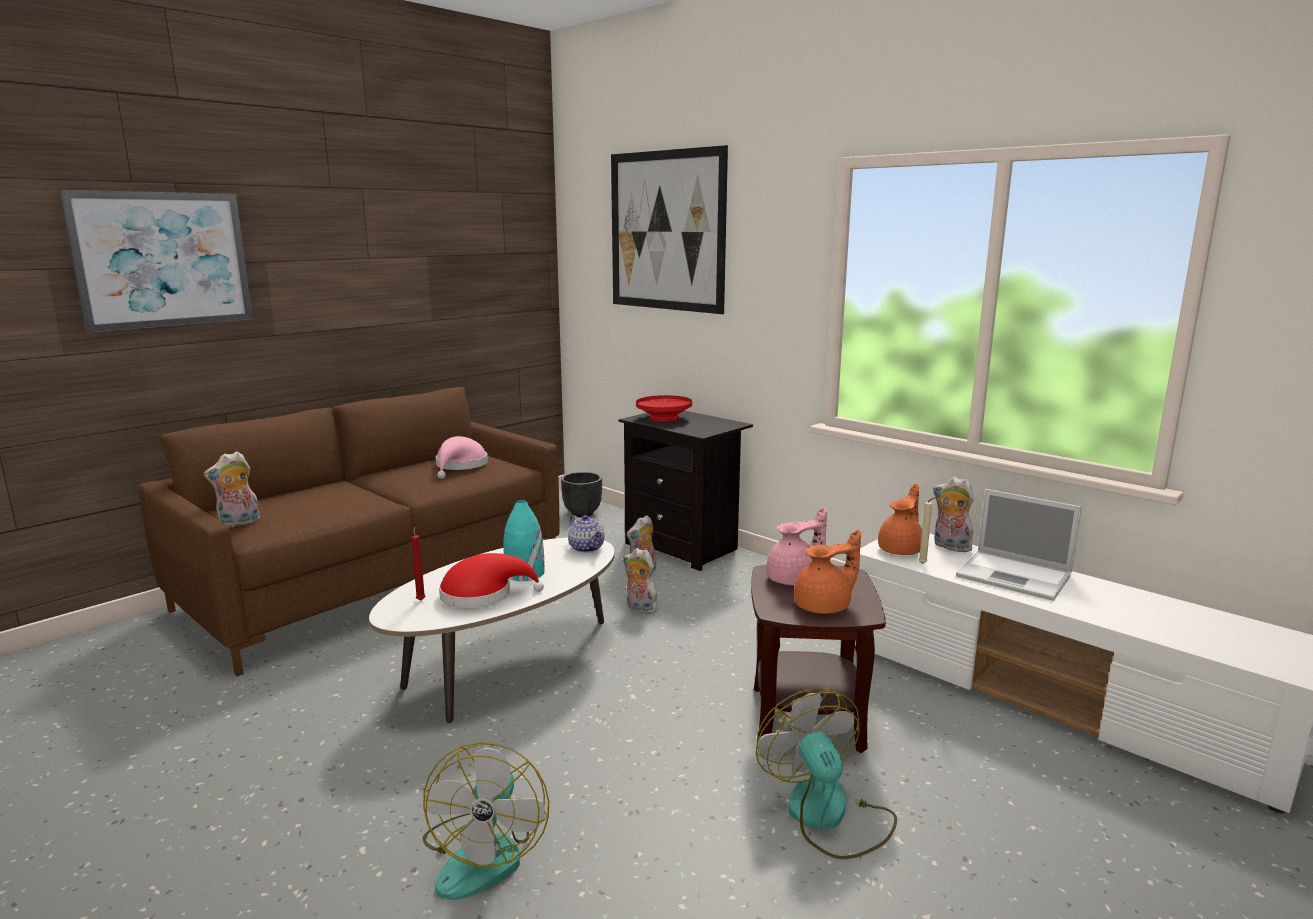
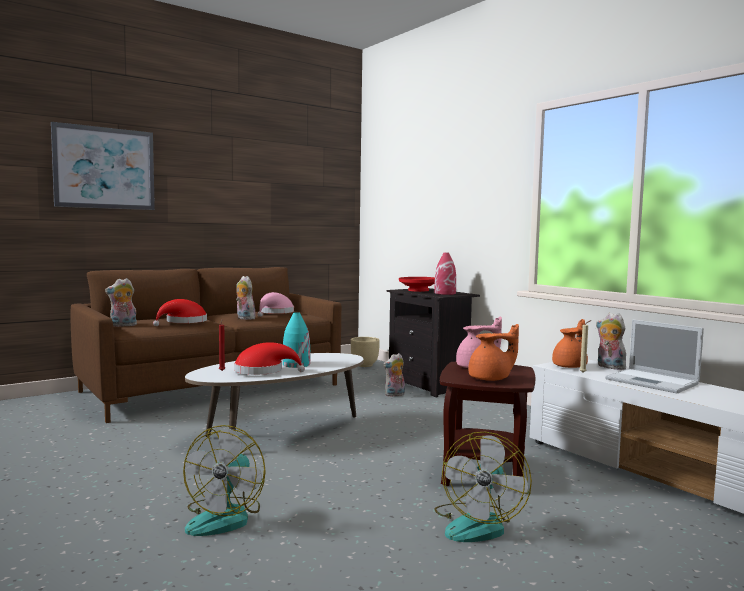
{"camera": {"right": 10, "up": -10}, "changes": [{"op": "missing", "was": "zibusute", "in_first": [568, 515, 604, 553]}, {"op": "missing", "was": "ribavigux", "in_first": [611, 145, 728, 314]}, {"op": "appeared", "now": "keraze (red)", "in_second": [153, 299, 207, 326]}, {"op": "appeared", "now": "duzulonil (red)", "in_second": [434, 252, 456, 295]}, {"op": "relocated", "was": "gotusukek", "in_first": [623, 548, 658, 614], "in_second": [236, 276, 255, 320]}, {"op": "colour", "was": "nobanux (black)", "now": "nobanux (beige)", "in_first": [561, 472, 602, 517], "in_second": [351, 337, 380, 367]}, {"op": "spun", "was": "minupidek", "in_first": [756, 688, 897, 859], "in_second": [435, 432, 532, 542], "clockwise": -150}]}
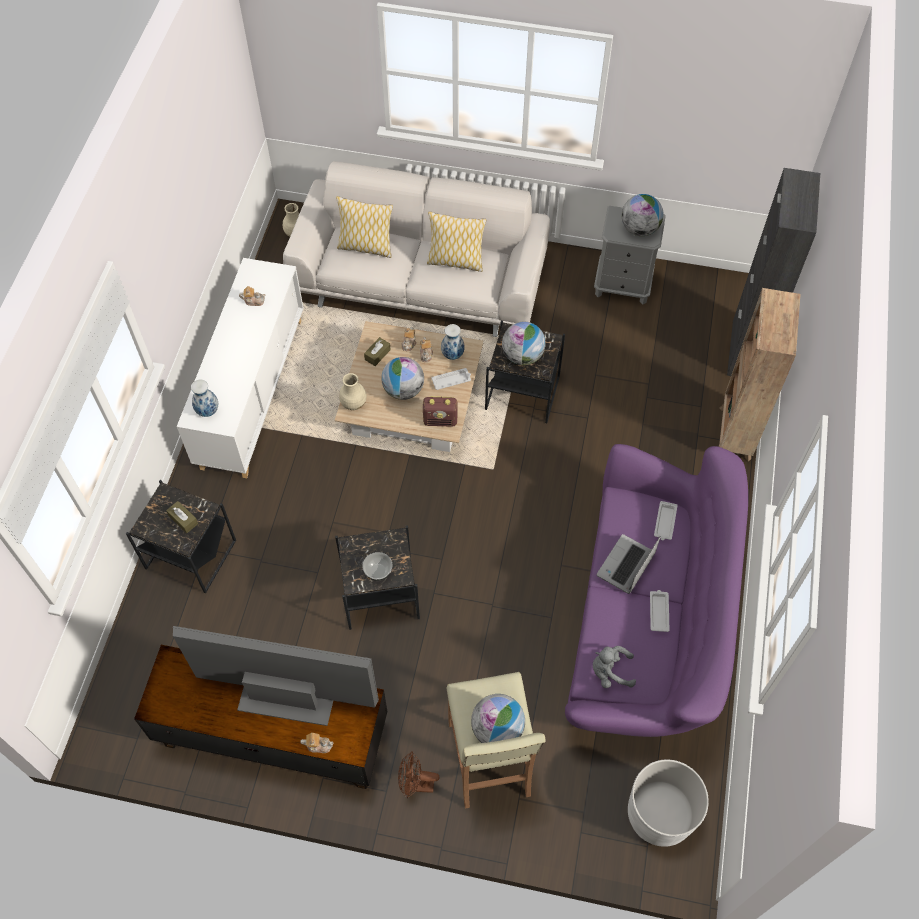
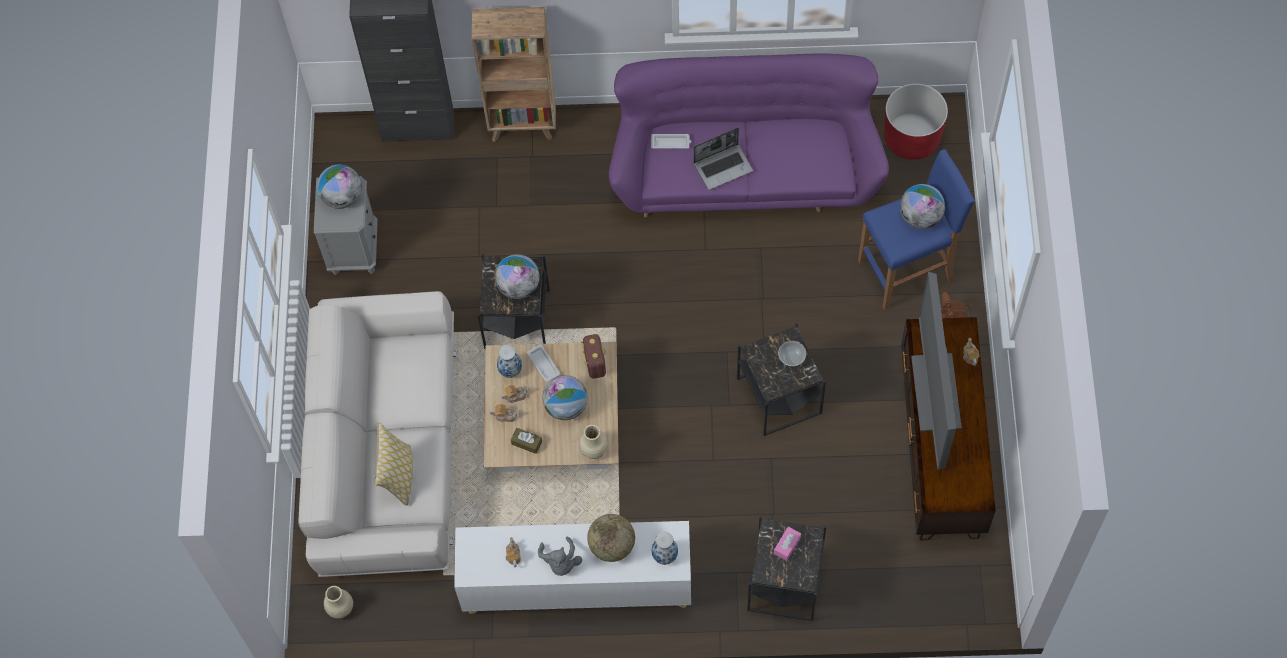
{"camera": {"right": -100, "up": 5}, "changes": [{"op": "missing", "was": "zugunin", "in_first": [427, 211, 486, 272]}, {"op": "missing", "was": "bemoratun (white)", "in_first": [650, 590, 670, 632]}, {"op": "appeared", "now": "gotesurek", "in_second": [587, 514, 635, 562]}, {"op": "relocated", "was": "gotusukek (grey)", "in_first": [593, 646, 636, 688], "in_second": [538, 537, 582, 576]}, {"op": "colour", "was": "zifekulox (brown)", "now": "zifekulox (pink)", "in_first": [166, 501, 198, 533], "in_second": [774, 527, 801, 561]}, {"op": "colour", "was": "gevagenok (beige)", "now": "gevagenok (blue)", "in_first": [447, 672, 545, 808], "in_second": [858, 149, 975, 310]}, {"op": "colour", "was": "nobanux (white)", "now": "nobanux (red)", "in_first": [628, 759, 709, 847], "in_second": [884, 83, 948, 160]}, {"op": "spun", "was": "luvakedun", "in_first": [597, 534, 661, 594], "in_second": [693, 128, 753, 190], "clockwise": -45}]}
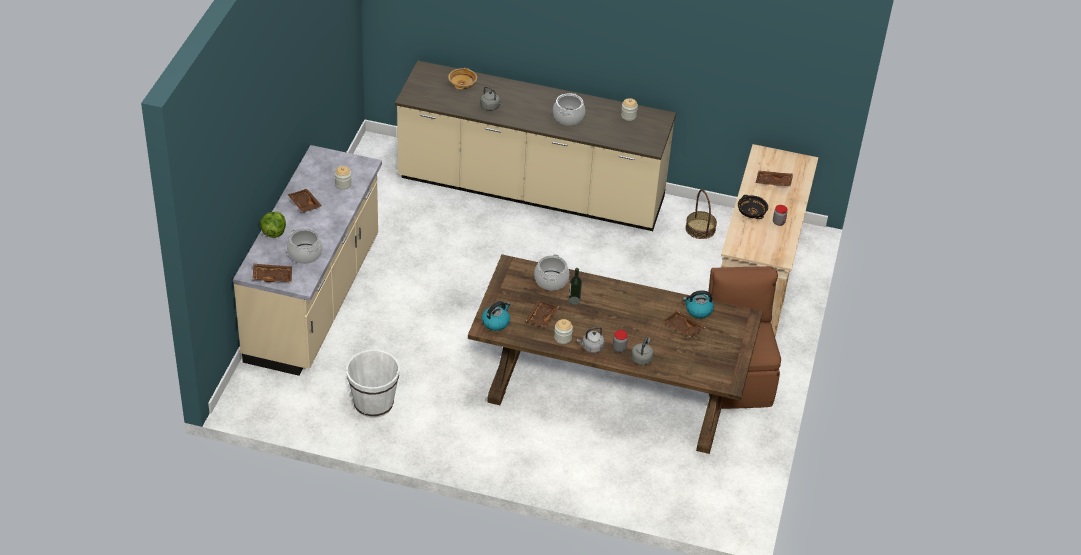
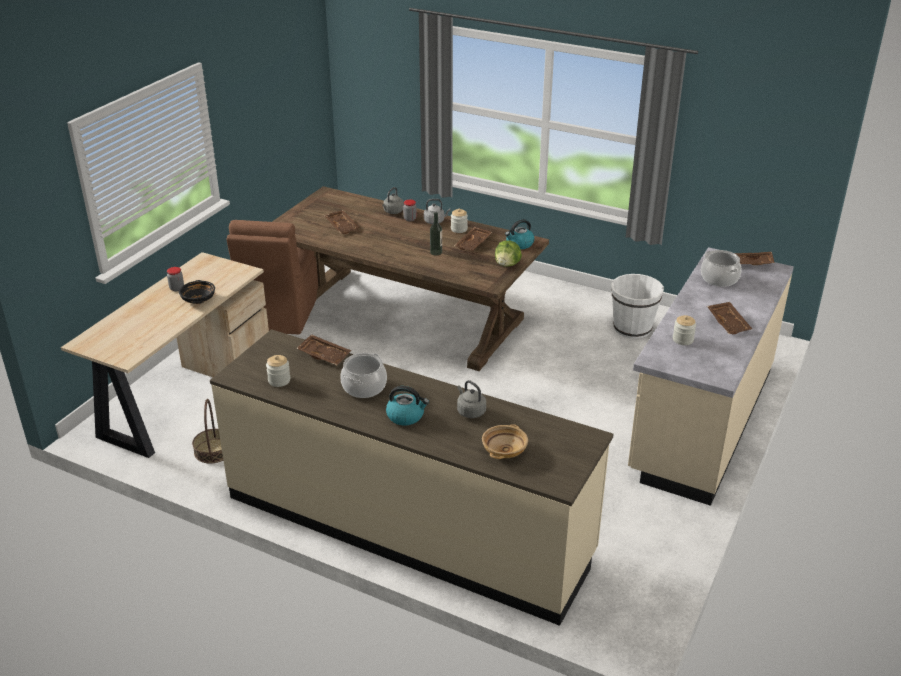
{"camera": {"right": -165, "up": -10}, "changes": [{"op": "missing", "was": "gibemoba", "in_first": [534, 254, 569, 291]}, {"op": "relocated", "was": "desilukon", "in_first": [260, 212, 286, 238], "in_second": [495, 240, 522, 267]}, {"op": "relocated", "was": "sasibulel", "in_first": [683, 290, 714, 318], "in_second": [386, 386, 429, 426]}, {"op": "relocated", "was": "bemoratun (brown)", "in_first": [756, 171, 793, 186], "in_second": [296, 334, 351, 365]}]}
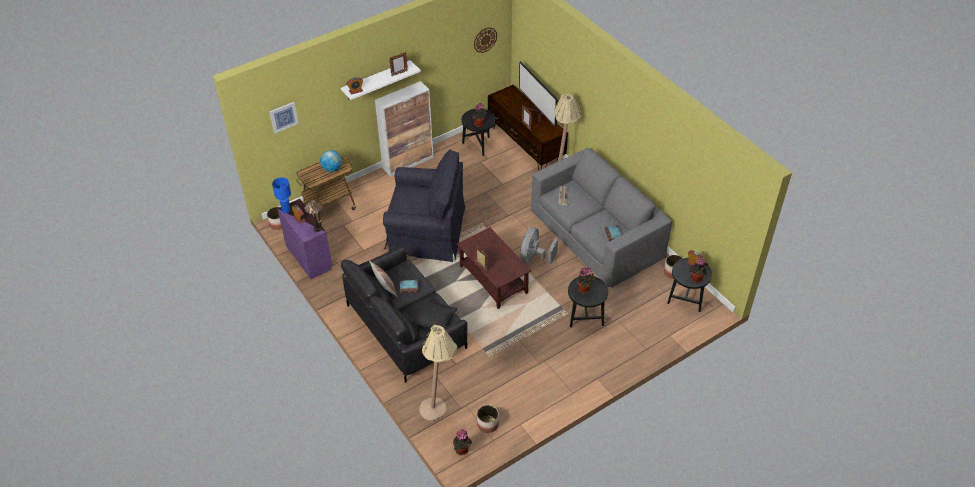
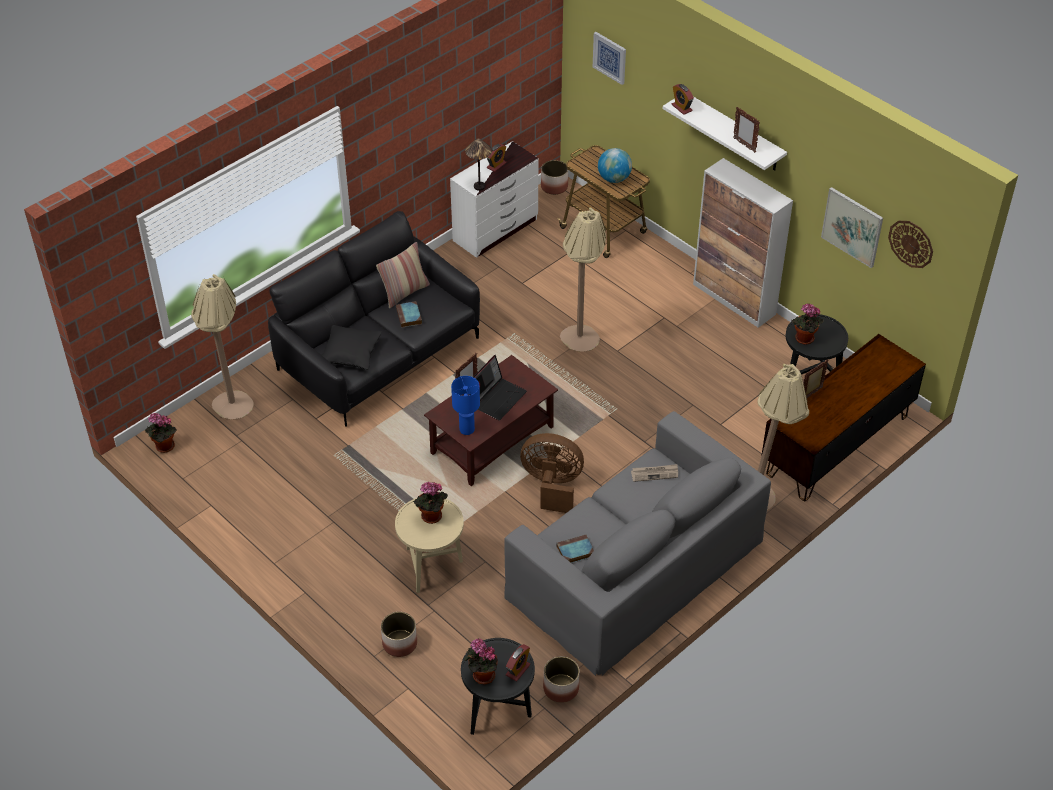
{"camera": {"right": 80, "up": 0}, "changes": [{"op": "missing", "was": "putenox", "in_first": [519, 61, 558, 127]}, {"op": "appeared", "now": "luvakedun", "in_second": [473, 355, 527, 420]}, {"op": "appeared", "now": "ribavigux", "in_second": [821, 187, 883, 268]}, {"op": "relocated", "was": "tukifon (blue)", "in_first": [272, 177, 291, 213], "in_second": [451, 376, 480, 435]}, {"op": "relocated", "was": "nobanux", "in_first": [477, 405, 499, 433], "in_second": [381, 612, 417, 657]}, {"op": "exchanged", "was": "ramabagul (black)", "now": "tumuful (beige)", "in_first": [383, 149, 465, 262], "in_second": [560, 207, 606, 352]}, {"op": "colour", "was": "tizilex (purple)", "now": "tizilex (white)", "in_first": [278, 199, 332, 279], "in_second": [450, 141, 538, 258]}, {"op": "colour", "was": "minupidek (grey)", "now": "minupidek (brown)", "in_first": [520, 227, 558, 264], "in_second": [520, 433, 584, 513]}, {"op": "colour", "was": "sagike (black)", "now": "sagike (beige)", "in_first": [568, 277, 608, 328], "in_second": [395, 498, 464, 593]}]}
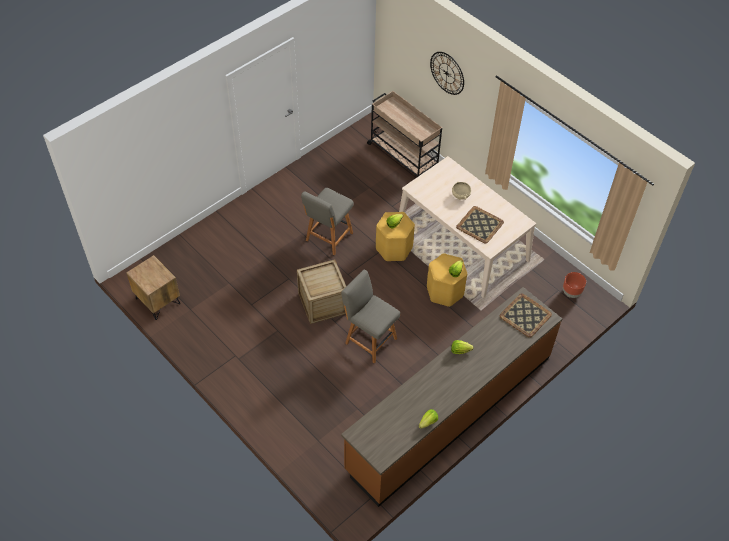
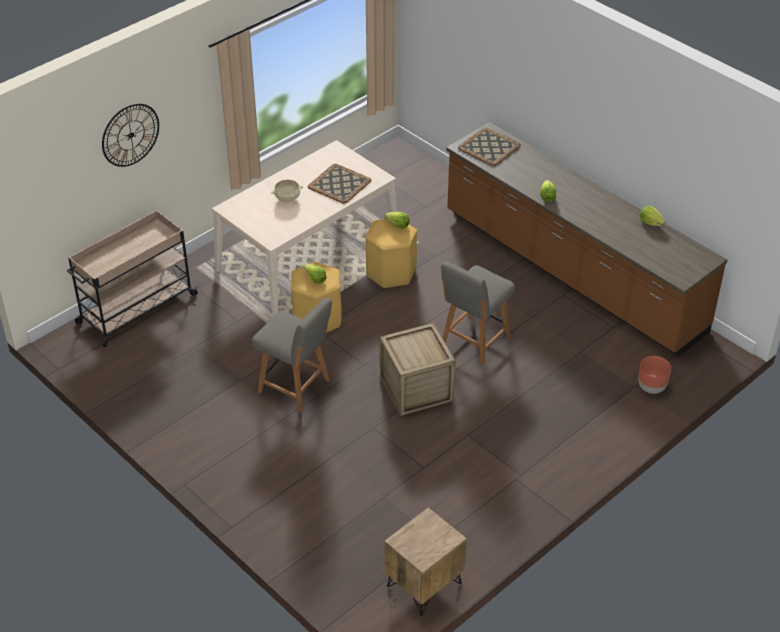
{"camera": {"right": -90, "up": -10}, "changes": [{"op": "relocated", "was": "nobanux (brown)", "in_first": [563, 272, 586, 298], "in_second": [638, 356, 671, 394]}]}
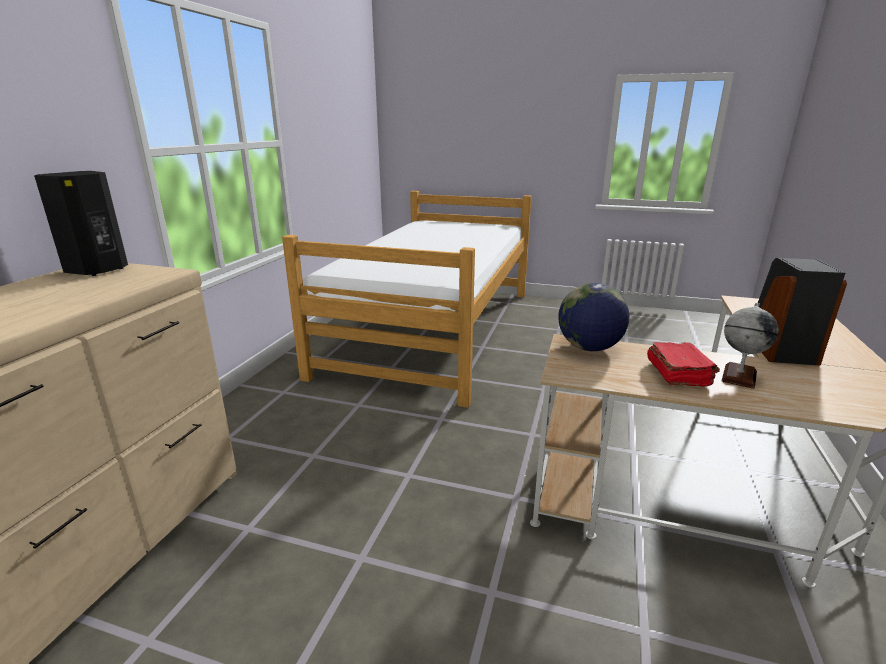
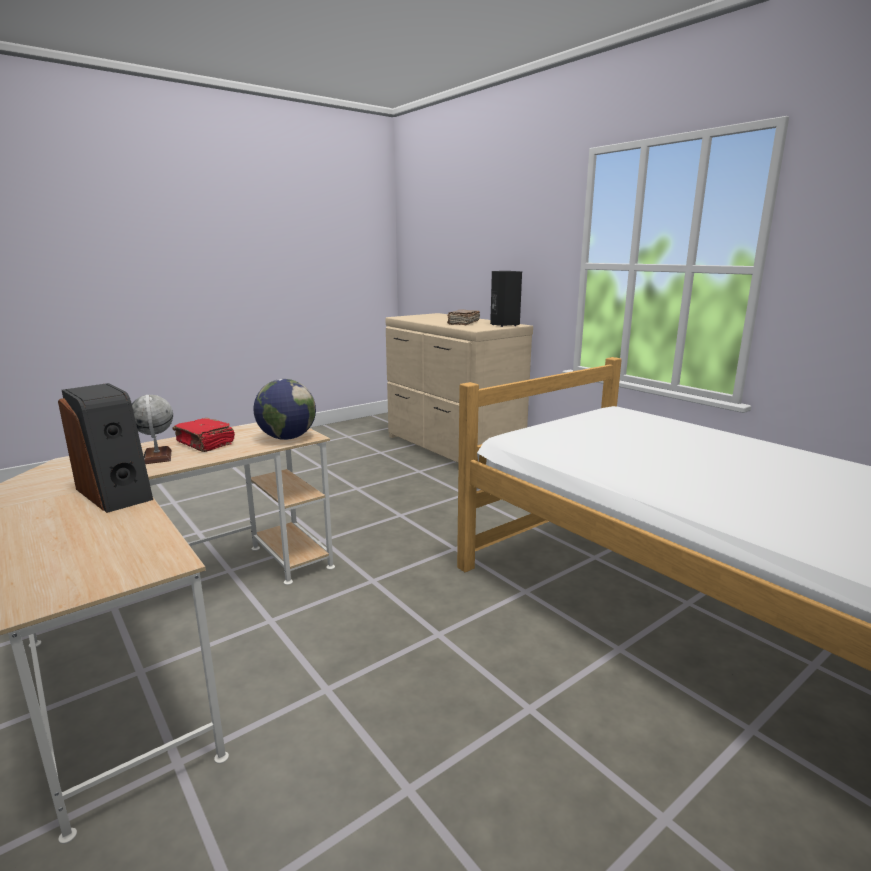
{"camera": {"right": 125, "up": -5}, "changes": [{"op": "appeared", "now": "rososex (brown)", "in_second": [447, 309, 480, 325]}]}
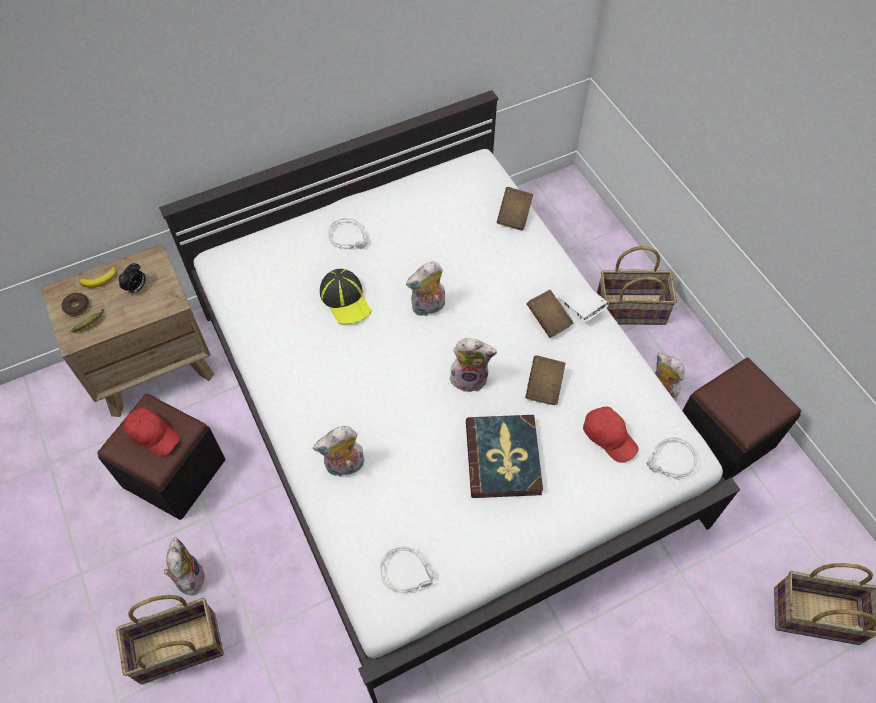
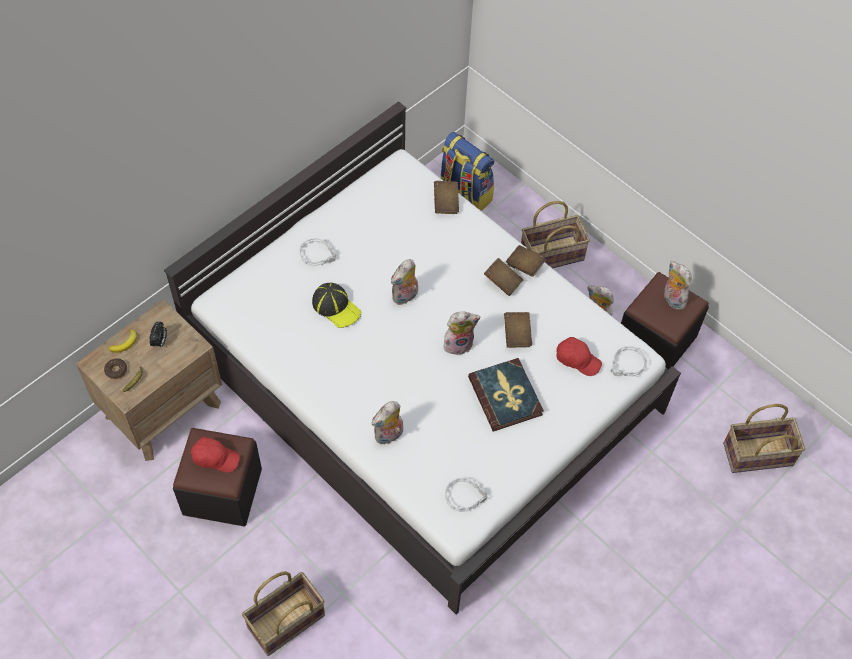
{"camera": {"right": -20, "up": 0}, "changes": [{"op": "appeared", "now": "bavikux", "in_second": [441, 132, 494, 211]}, {"op": "relocated", "was": "gotusukek", "in_first": [164, 537, 205, 596], "in_second": [664, 261, 691, 310]}, {"op": "colour", "was": "rososex (white)", "now": "rososex (brown)", "in_first": [559, 282, 609, 322], "in_second": [506, 245, 547, 277]}]}
